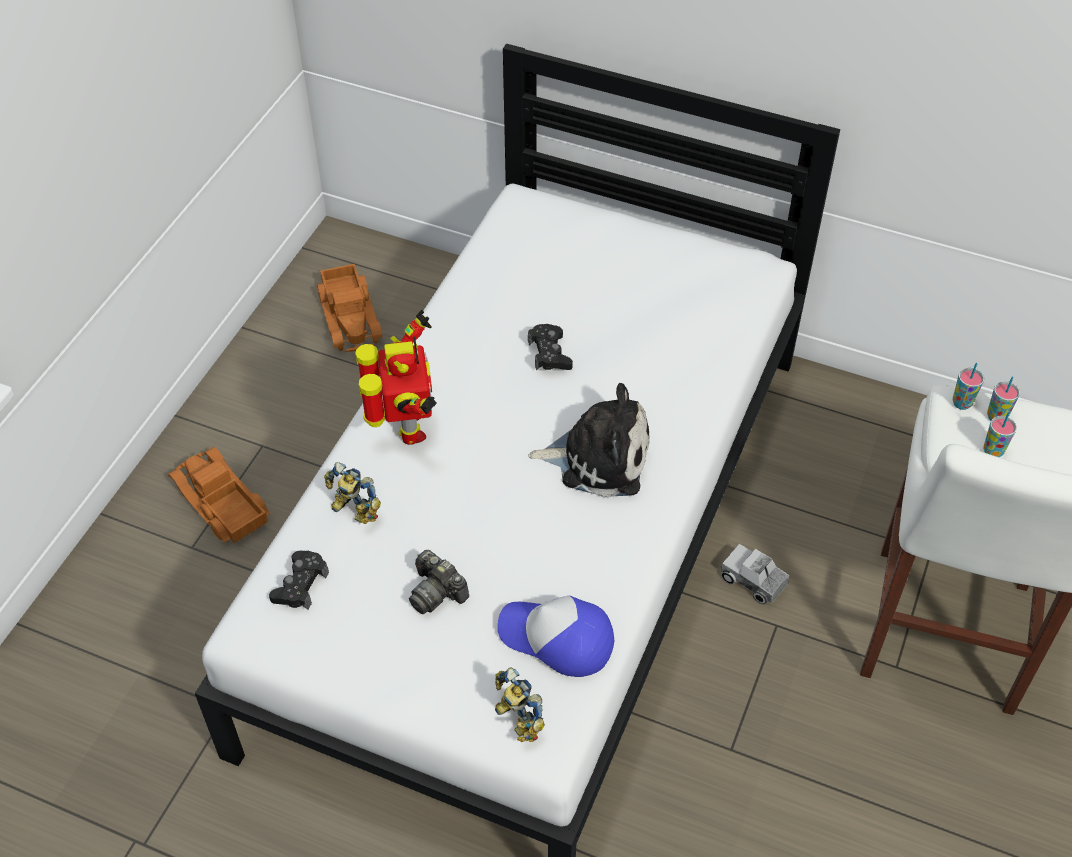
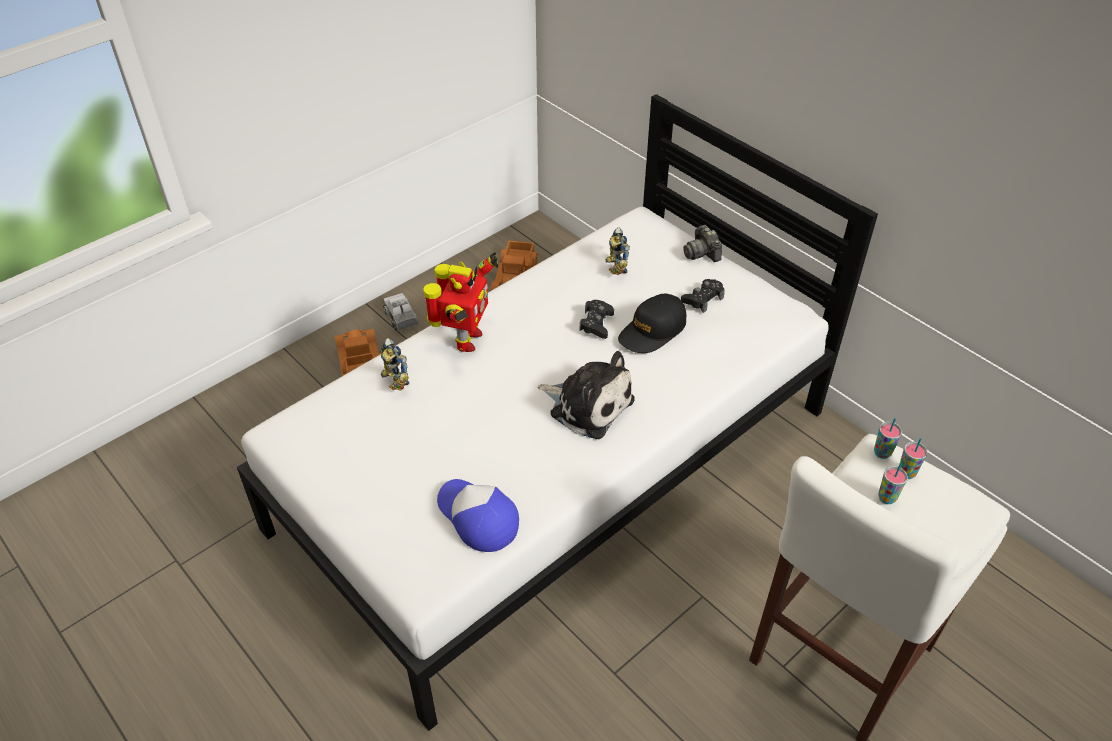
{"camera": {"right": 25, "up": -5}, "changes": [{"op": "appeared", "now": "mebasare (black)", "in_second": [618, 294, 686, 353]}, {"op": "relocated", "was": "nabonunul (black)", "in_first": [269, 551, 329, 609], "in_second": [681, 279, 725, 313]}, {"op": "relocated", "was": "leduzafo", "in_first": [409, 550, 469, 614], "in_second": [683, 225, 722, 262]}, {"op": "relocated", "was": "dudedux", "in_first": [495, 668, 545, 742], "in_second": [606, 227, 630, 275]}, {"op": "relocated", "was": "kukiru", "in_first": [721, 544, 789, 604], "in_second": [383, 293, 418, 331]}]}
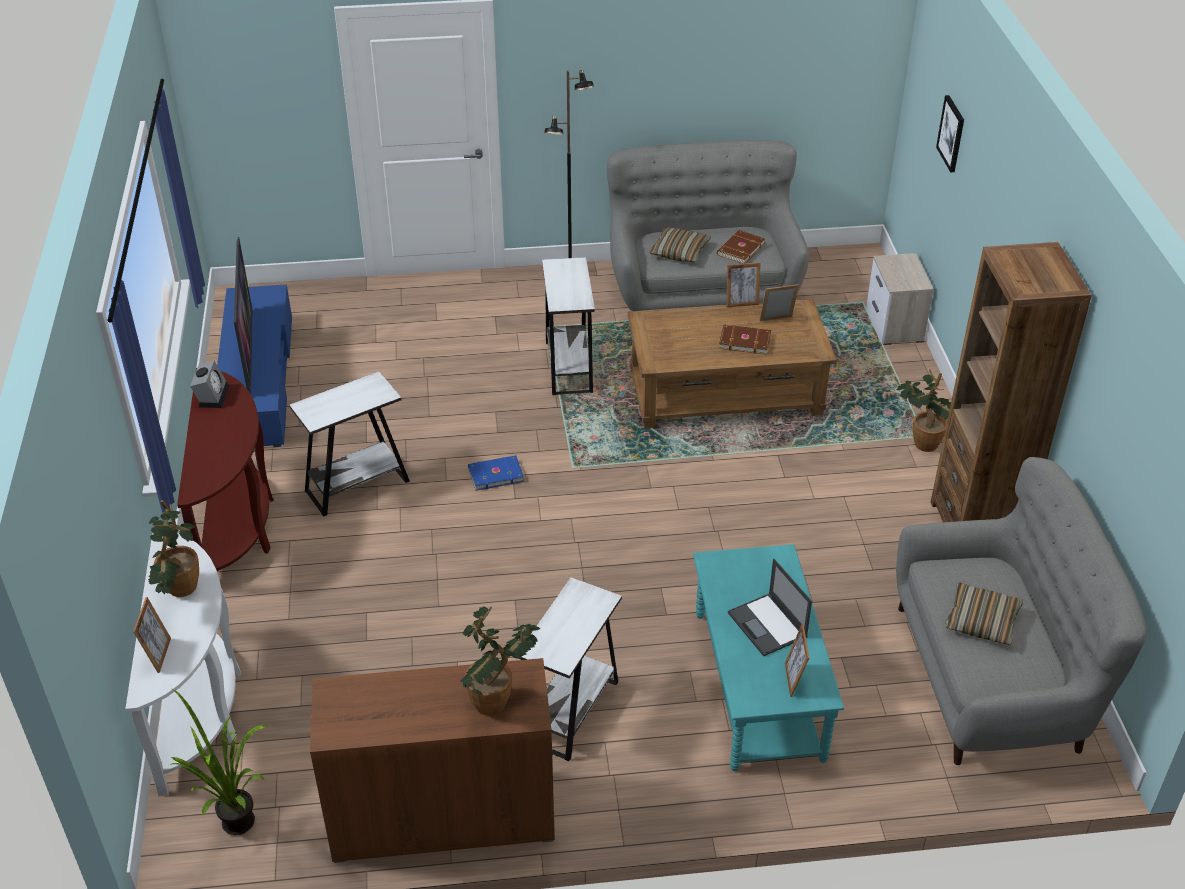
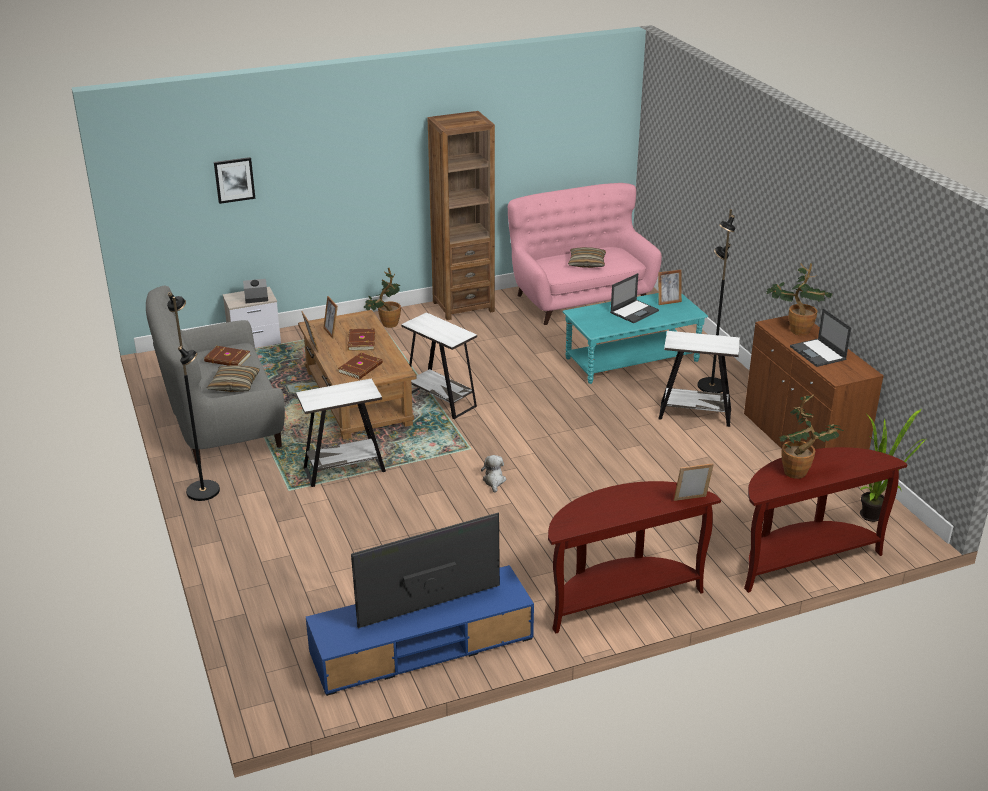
{"camera": {"right": -105, "up": -10}, "changes": [{"op": "appeared", "now": "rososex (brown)", "in_second": [338, 353, 383, 379]}, {"op": "appeared", "now": "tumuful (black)", "in_second": [698, 209, 735, 393]}, {"op": "appeared", "now": "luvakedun", "in_second": [790, 308, 851, 367]}, {"op": "relocated", "was": "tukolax", "in_first": [133, 597, 171, 673], "in_second": [674, 463, 714, 501]}, {"op": "relocated", "was": "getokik", "in_first": [190, 361, 229, 408], "in_second": [243, 279, 268, 303]}, {"op": "relocated", "was": "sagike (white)", "in_first": [289, 372, 410, 517], "in_second": [401, 312, 477, 419]}, {"op": "exchanged", "was": "rososex (blue)", "now": "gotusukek", "in_first": [468, 455, 524, 491], "in_second": [481, 455, 506, 492]}, {"op": "colour", "was": "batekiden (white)", "now": "batekiden (brown)", "in_first": [125, 533, 242, 796], "in_second": [744, 447, 907, 593]}, {"op": "colour", "was": "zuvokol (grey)", "now": "zuvokol (pink)", "in_first": [896, 457, 1146, 765], "in_second": [508, 183, 662, 325]}]}
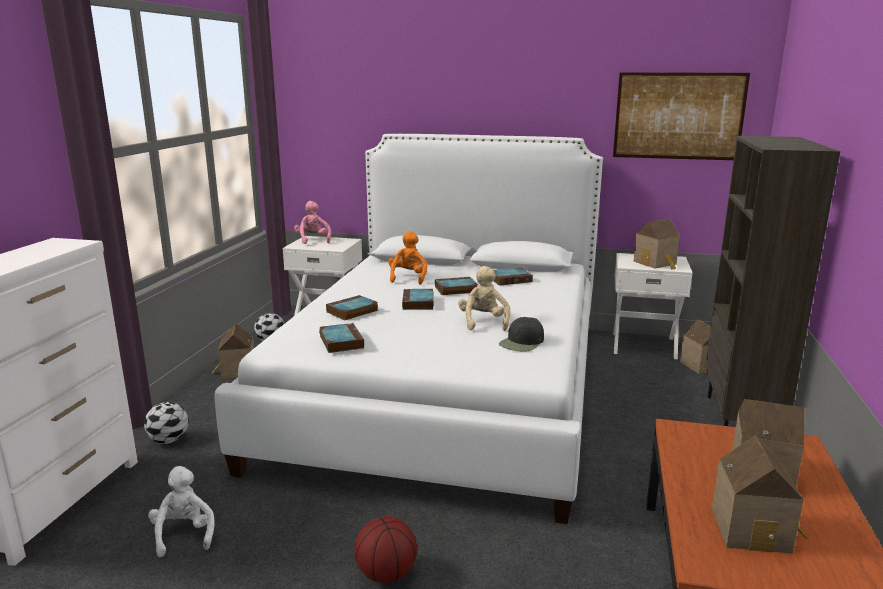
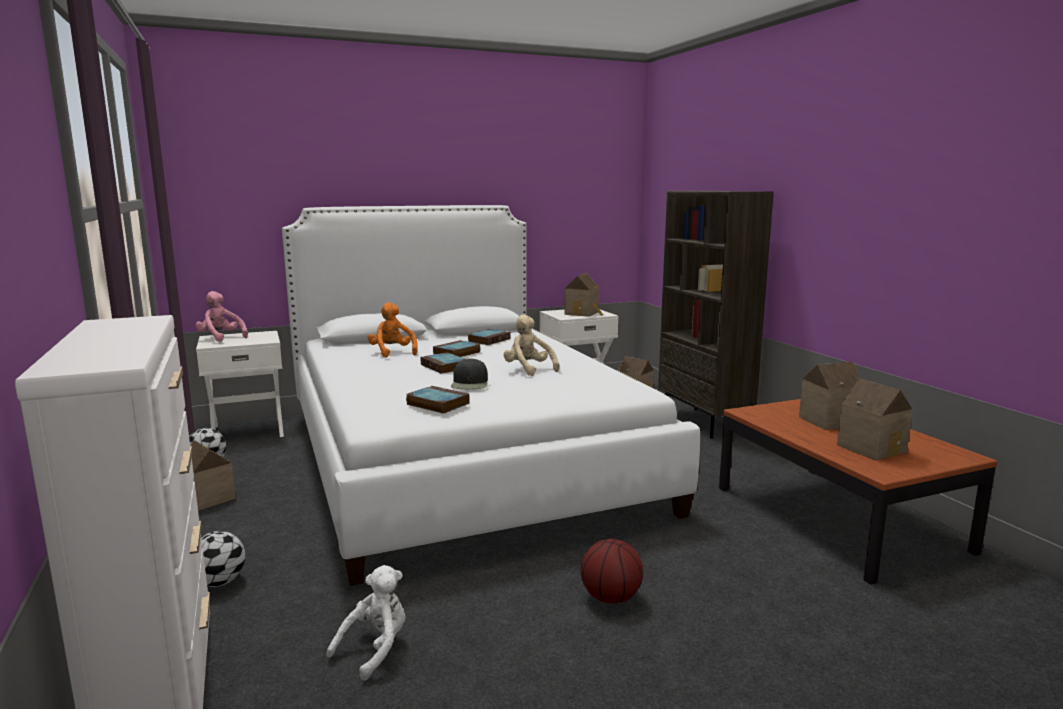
{"camera": {"right": -35, "up": -5}, "changes": [{"op": "missing", "was": "rososex", "in_first": [326, 295, 378, 320]}, {"op": "missing", "was": "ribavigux", "in_first": [613, 72, 750, 160]}, {"op": "relocated", "was": "mebasare (black)", "in_first": [499, 317, 544, 352], "in_second": [451, 358, 488, 389]}, {"op": "spun", "was": "gotusukek (white)", "in_first": [148, 466, 215, 557], "in_second": [326, 565, 405, 681], "clockwise": 90}]}
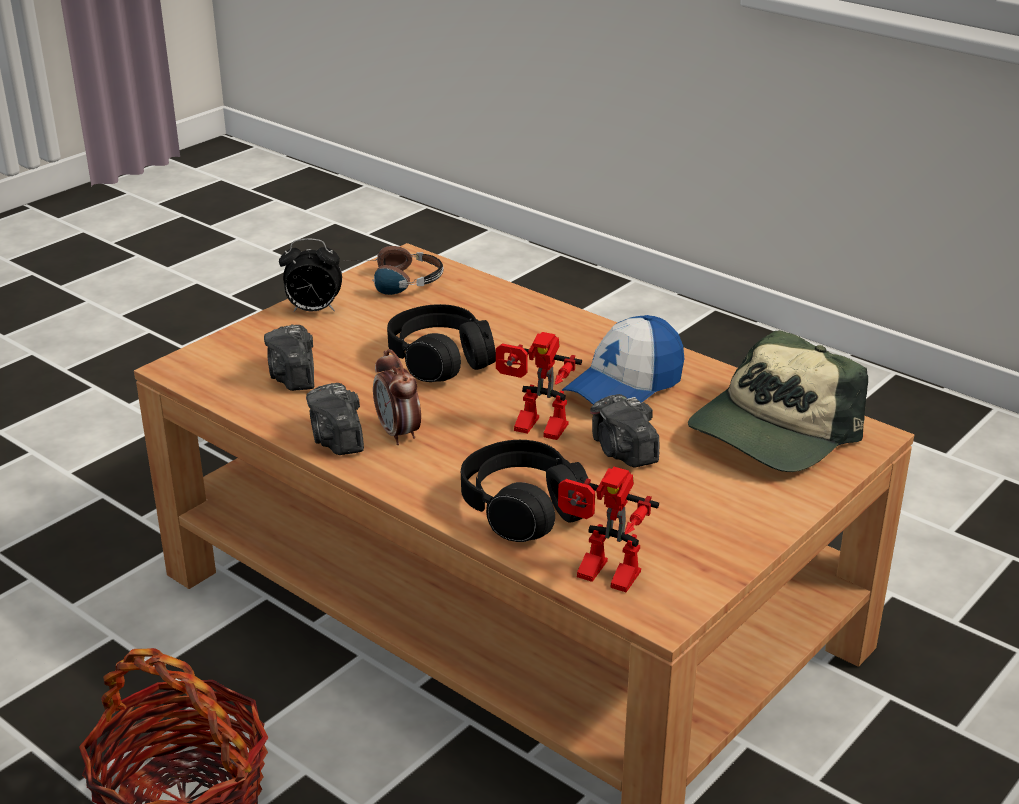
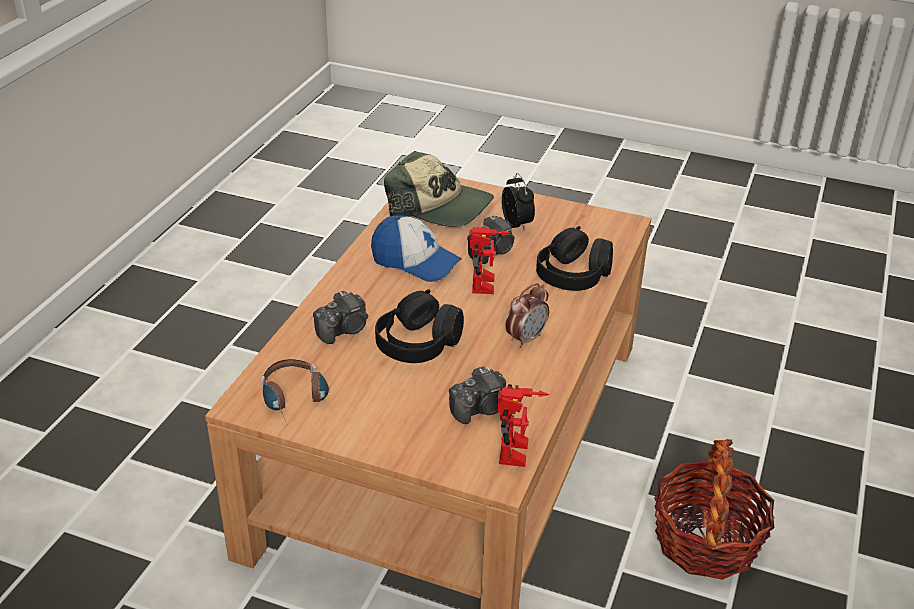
{"camera": {"right": -110, "up": 5}, "changes": [{"op": "relocated", "was": "getokik", "in_first": [279, 239, 342, 312], "in_second": [502, 173, 535, 232]}, {"op": "relocated", "was": "leduzafo", "in_first": [306, 383, 364, 455], "in_second": [313, 290, 368, 344]}, {"op": "relocated", "was": "dudedux", "in_first": [558, 467, 659, 592], "in_second": [497, 384, 549, 467]}]}
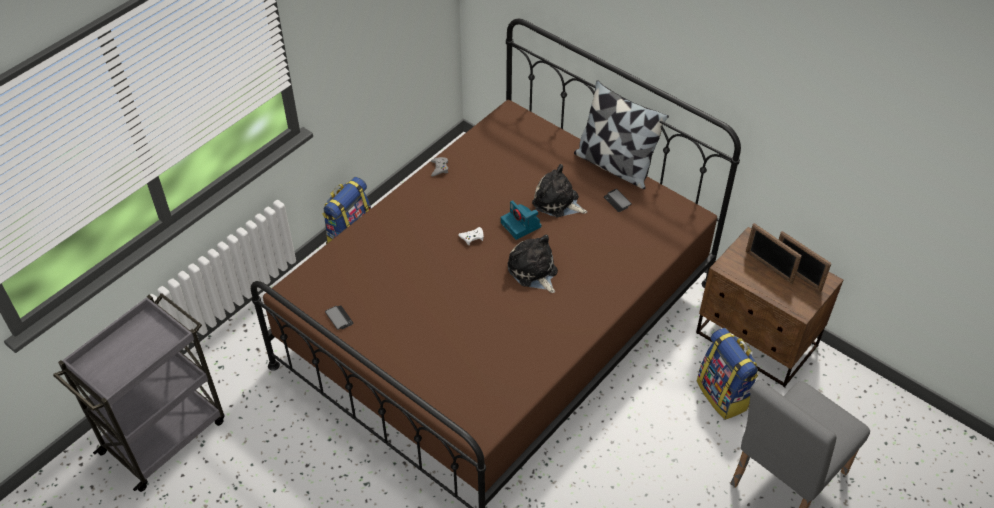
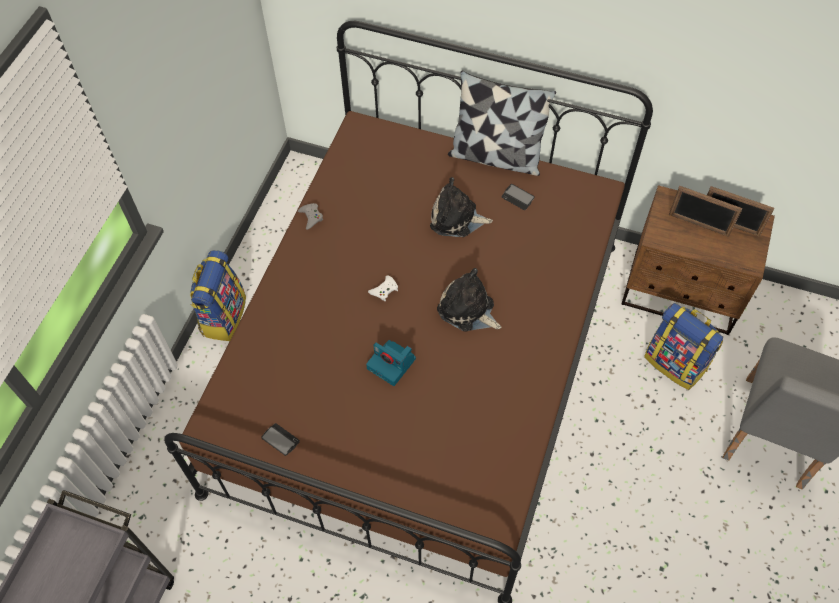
{"camera": {"right": -20, "up": 10}, "changes": [{"op": "relocated", "was": "leduzafo", "in_first": [501, 200, 541, 240], "in_second": [366, 340, 416, 386]}]}
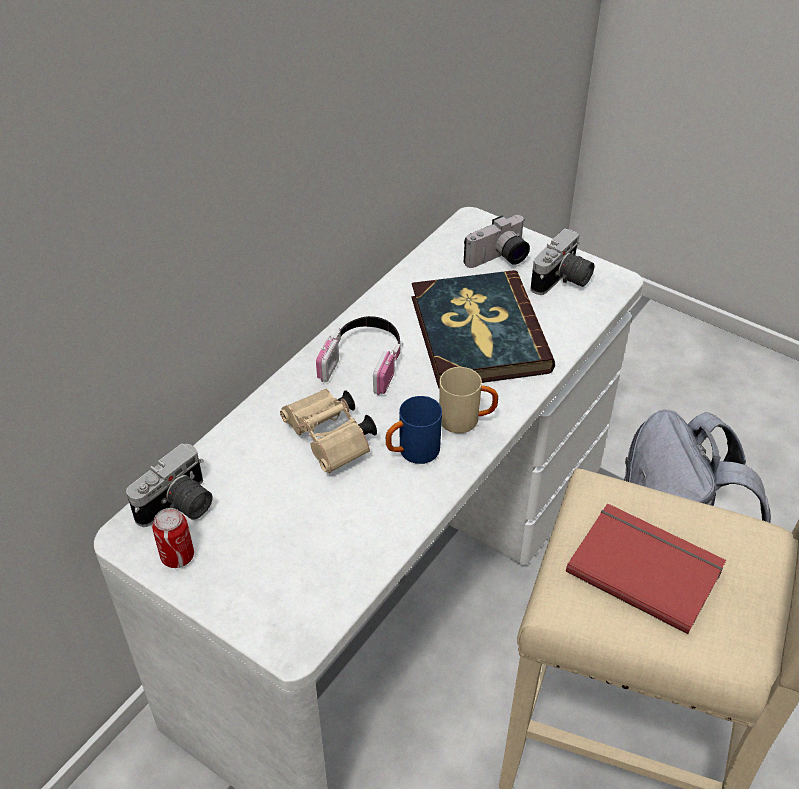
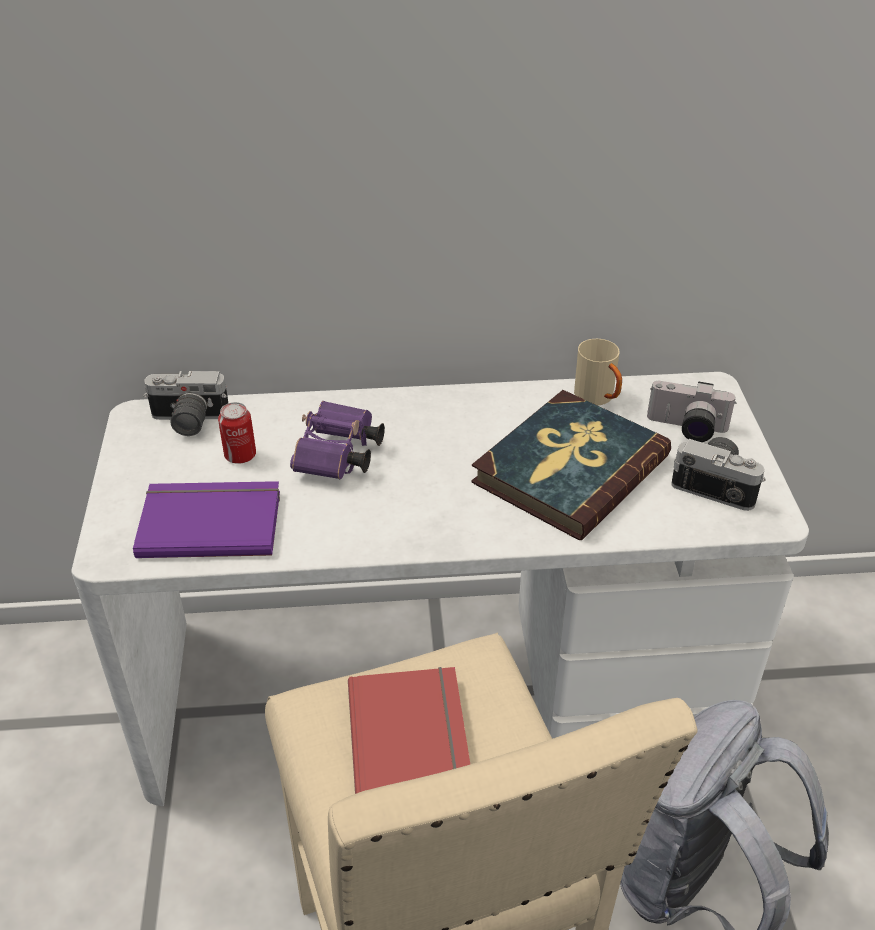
{"camera": {"right": 50, "up": -5}, "changes": [{"op": "missing", "was": "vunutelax", "in_first": [316, 316, 403, 395]}, {"op": "missing", "was": "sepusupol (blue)", "in_first": [386, 396, 442, 464]}, {"op": "appeared", "now": "rososex (purple)", "in_second": [133, 481, 280, 558]}, {"op": "relocated", "was": "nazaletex", "in_first": [152, 508, 194, 568], "in_second": [218, 402, 256, 464]}, {"op": "relocated", "was": "sepusupol (beige)", "in_first": [439, 367, 498, 433], "in_second": [574, 339, 622, 405]}, {"op": "colour", "was": "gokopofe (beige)", "now": "gokopofe (purple)", "in_first": [280, 389, 377, 473], "in_second": [290, 401, 385, 479]}, {"op": "spun", "was": "leduzafo", "in_first": [530, 228, 595, 295], "in_second": [671, 437, 766, 511], "clockwise": -150}]}
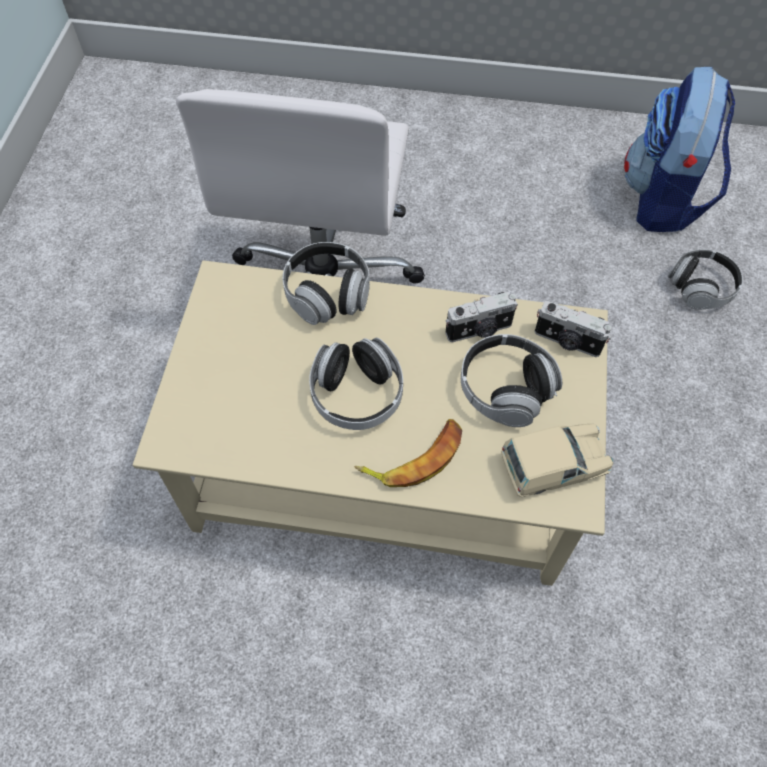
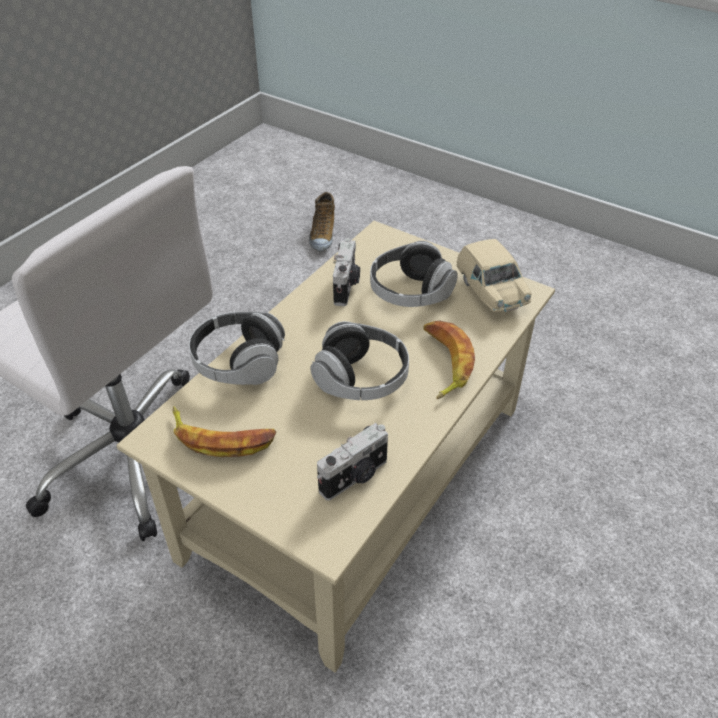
{"camera": {"right": -65, "up": -15}, "changes": [{"op": "missing", "was": "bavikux", "in_first": [624, 66, 735, 232]}, {"op": "appeared", "now": "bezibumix", "in_second": [173, 406, 277, 457]}, {"op": "relocated", "was": "leduzafo", "in_first": [534, 301, 611, 357], "in_second": [317, 423, 388, 500]}, {"op": "exchanged", "was": "vunutelax", "now": "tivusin", "in_first": [668, 249, 743, 310], "in_second": [309, 192, 335, 251]}, {"op": "spun", "was": "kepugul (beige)", "in_first": [501, 424, 614, 497], "in_second": [456, 239, 532, 312], "clockwise": 150}]}
